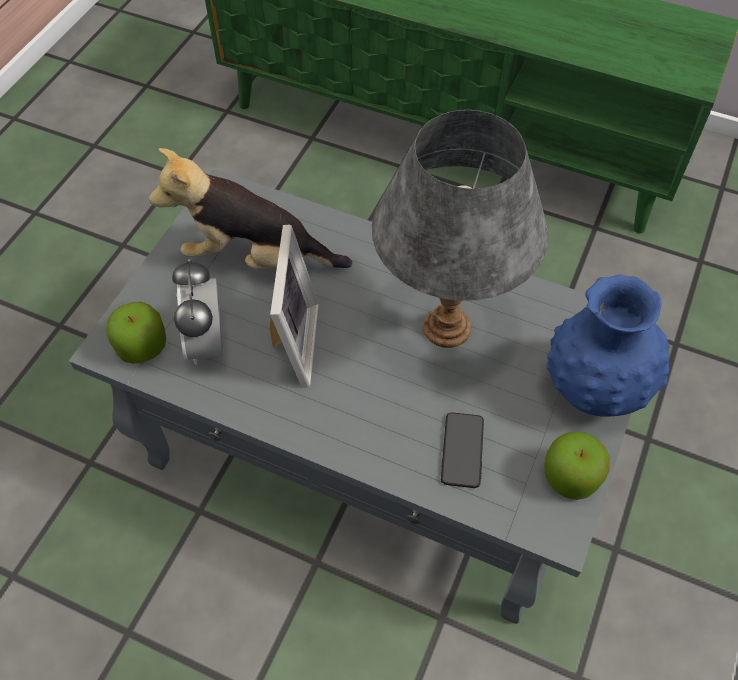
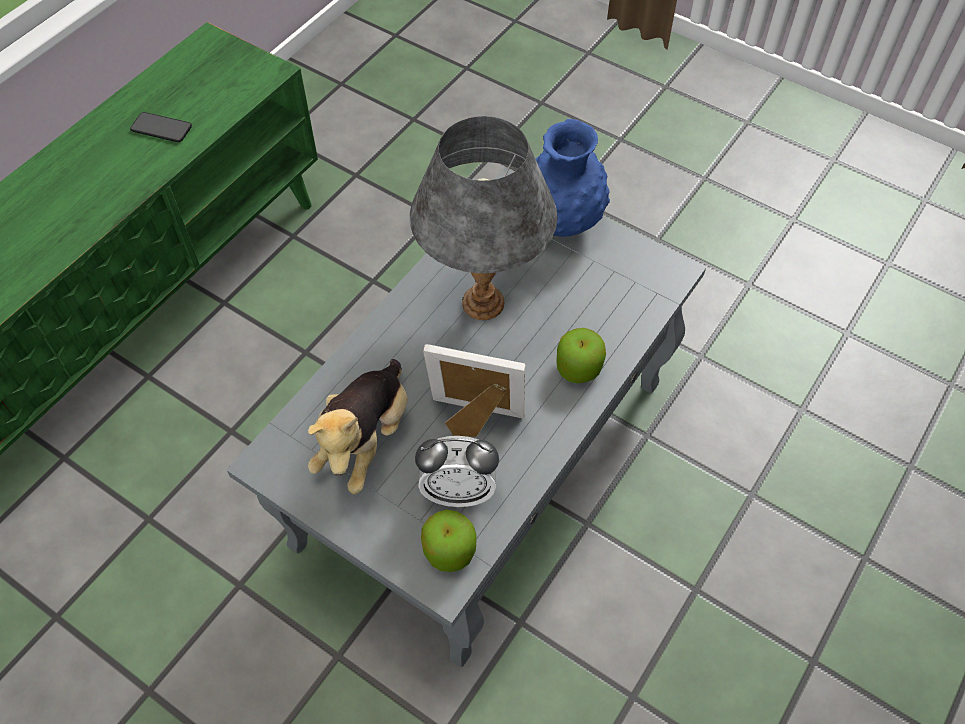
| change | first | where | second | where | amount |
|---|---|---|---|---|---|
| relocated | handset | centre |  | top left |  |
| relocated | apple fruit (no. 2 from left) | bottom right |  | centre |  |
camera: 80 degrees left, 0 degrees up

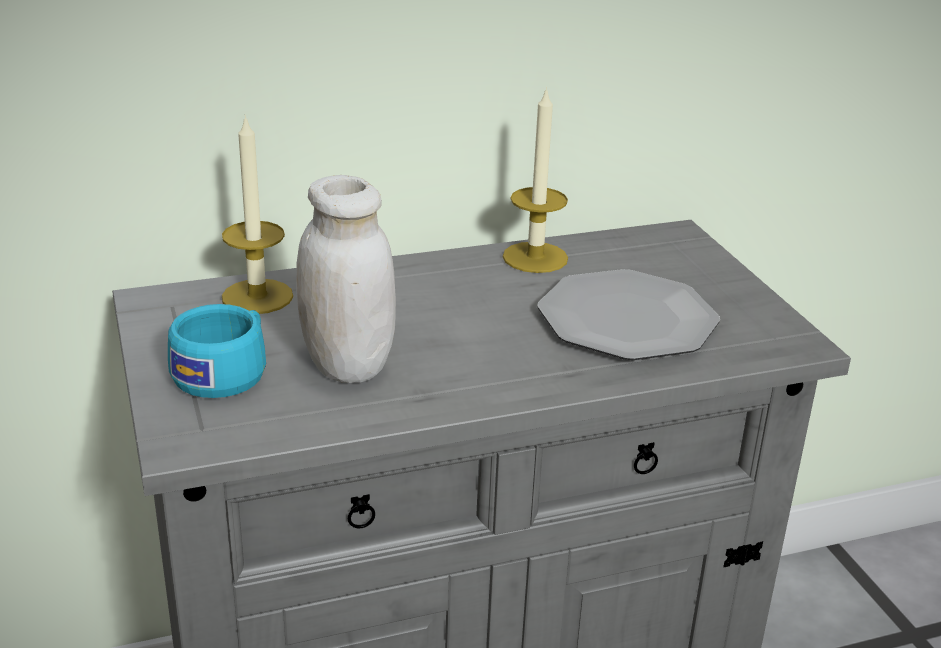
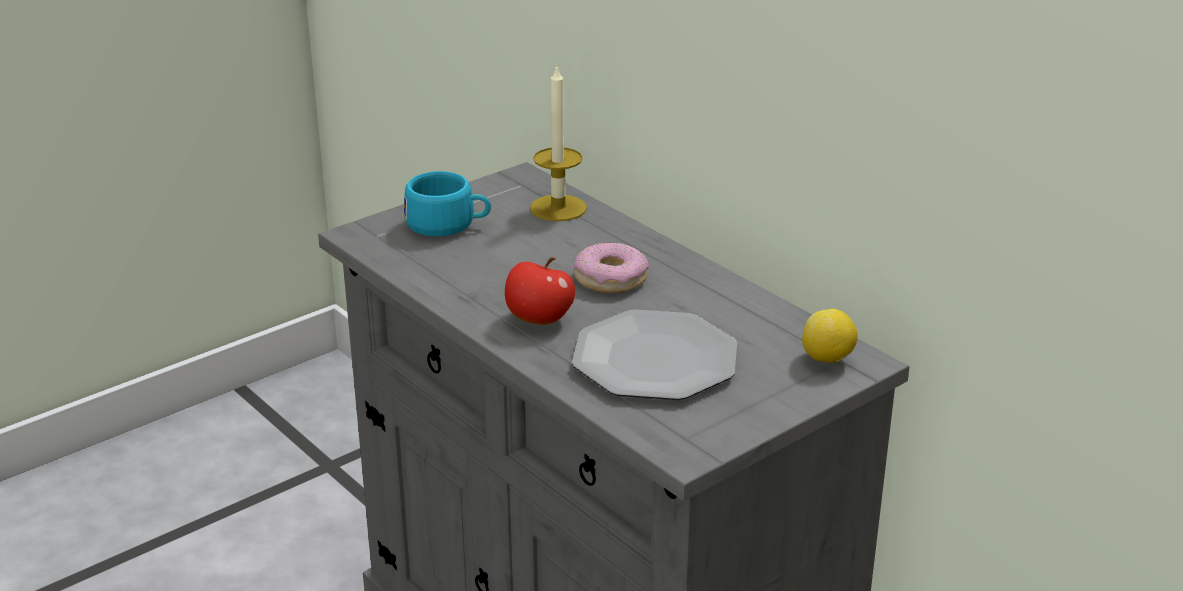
| change | first | where | second | where | amount |
|---|---|---|---|---|---|
| appeared |  |  | apple fruit | centre |  |
| appeared |  |  | doughnut | centre |  |
| appeared |  |  | lemon | middle right |  |
| missing | white storage jar | centre |  |  |  |
| missing | wax light (no. 2 from left) | top centre |  |  |  |
camera: 70 degrees right, 0 degrees up

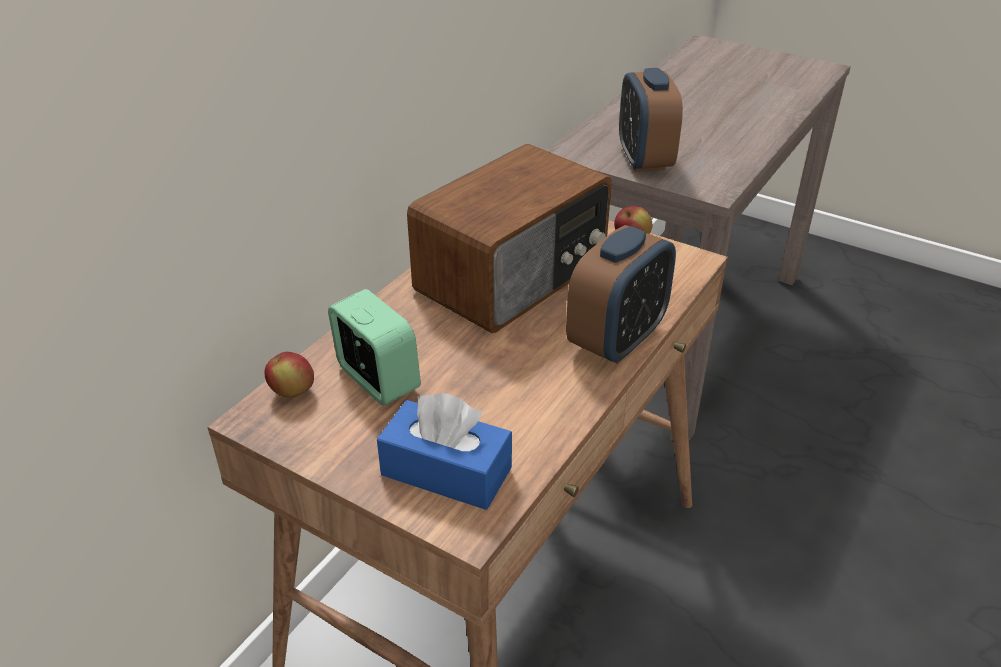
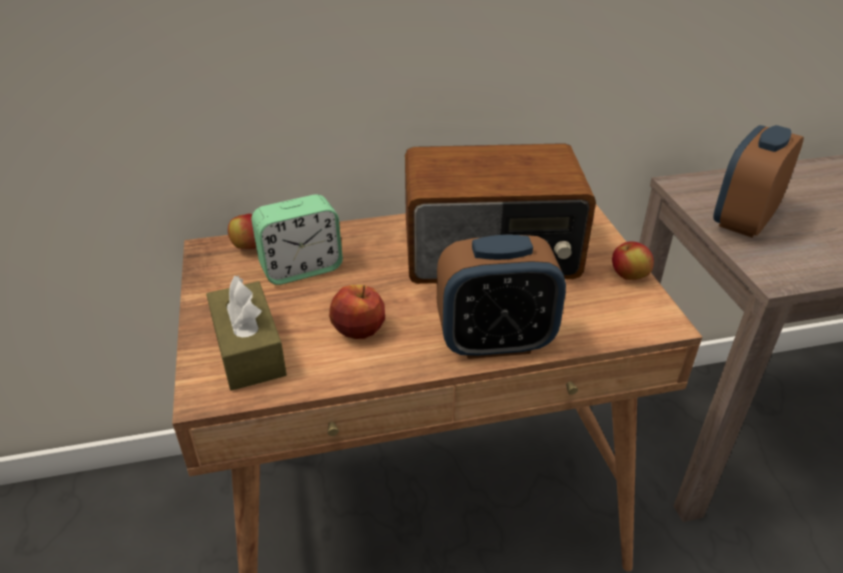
| change | first | where | second | where | amount |
|---|---|---|---|---|---|
| colour | blue-coloured tissue box | bottom centre | brownish tissue box | middle left |  |
| spun | table clock (no. 1 from left) | centre |  | centre | 60 degrees clockwise |
| appeared |  |  | apple fruit (no. 2 from left) | centre |  |
camera: 45 degrees right, 0 degrees up

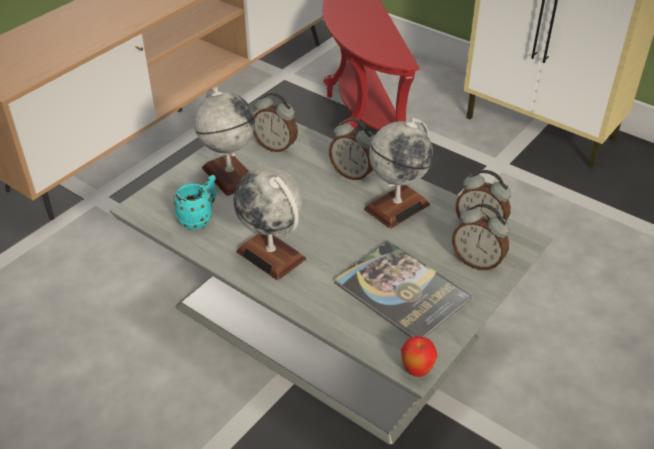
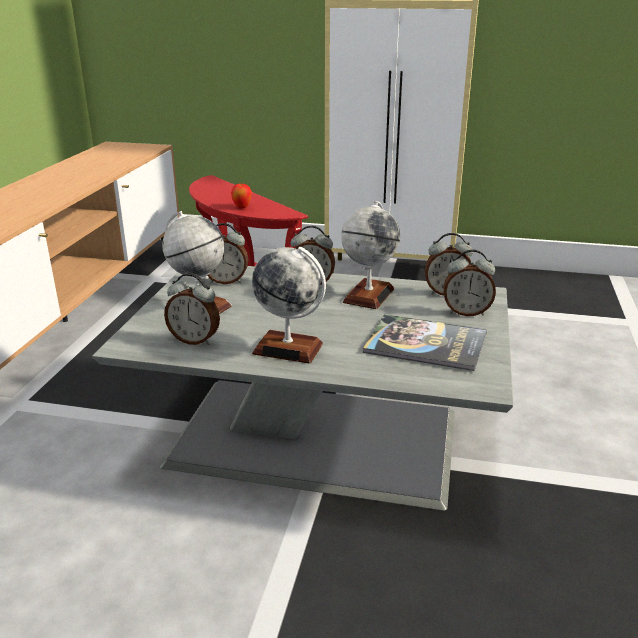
| change | first | where | second | where | amount |
|---|---|---|---|---|---|
| exchanged | turquoise tea mug | middle left | table clock (no. 1 from left) | middle left |  |
| relocated | apple fruit | bottom centre |  | top centre |  |
camera: 25 degrees left, 15 degrees down

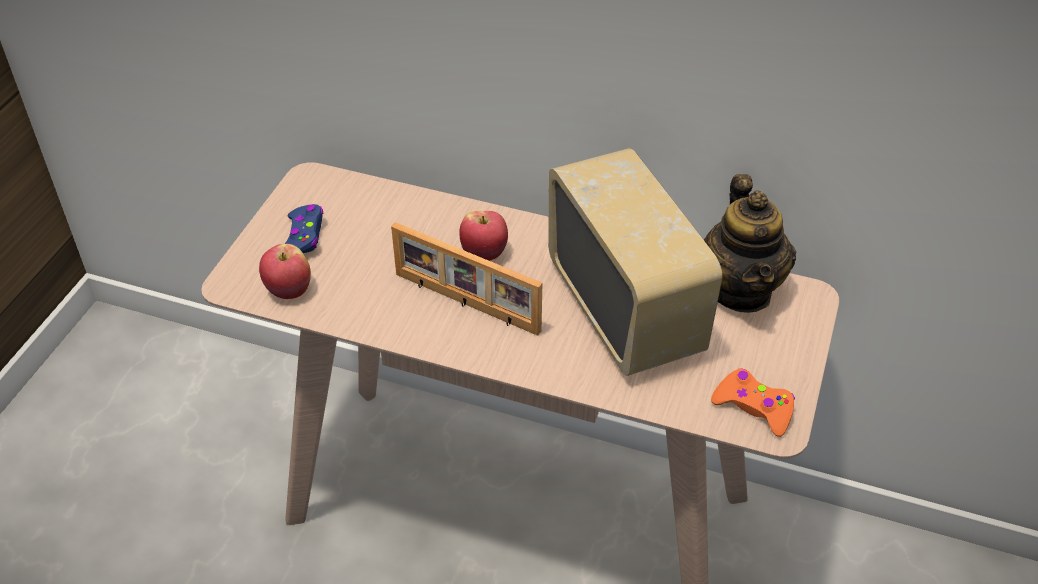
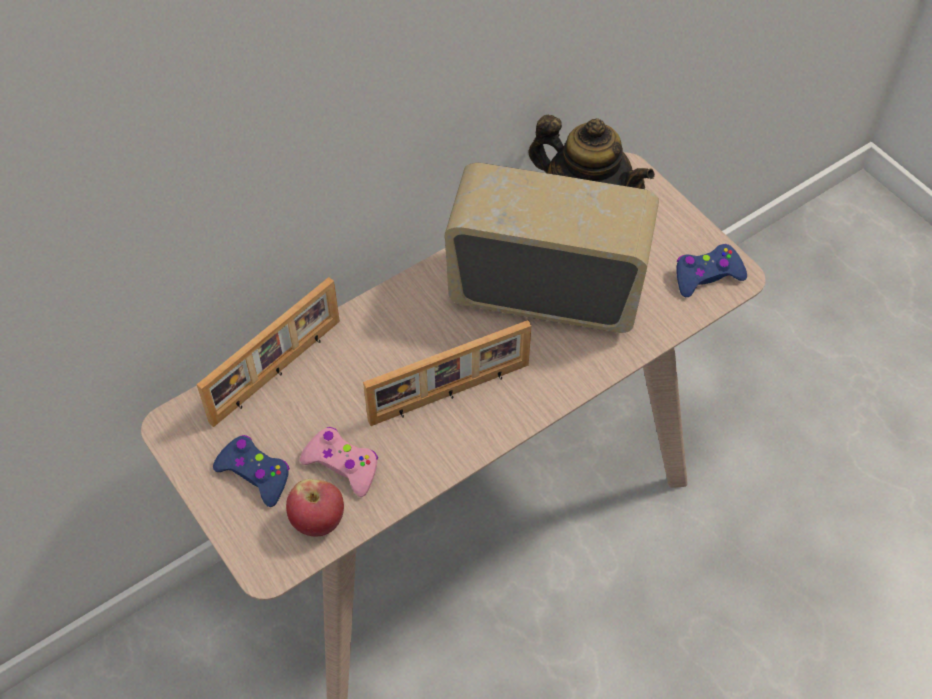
| change | first | where | second | where | amount |
|---|---|---|---|---|---|
| appeared |  |  | picture frame (no. 1 from left) | middle left |  |
| appeared |  |  | pink joypad | centre |  |
| colour | orange joypad | bottom right | blue-coloured joypad (no. 2 from left) | middle right |  |
| missing | apple fruit (no. 2 from left) | centre |  |  |  |
camera: 55 degrees left, 10 degrees up

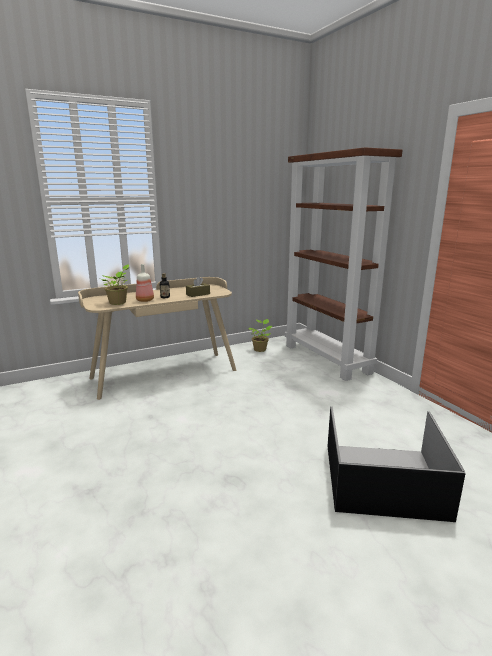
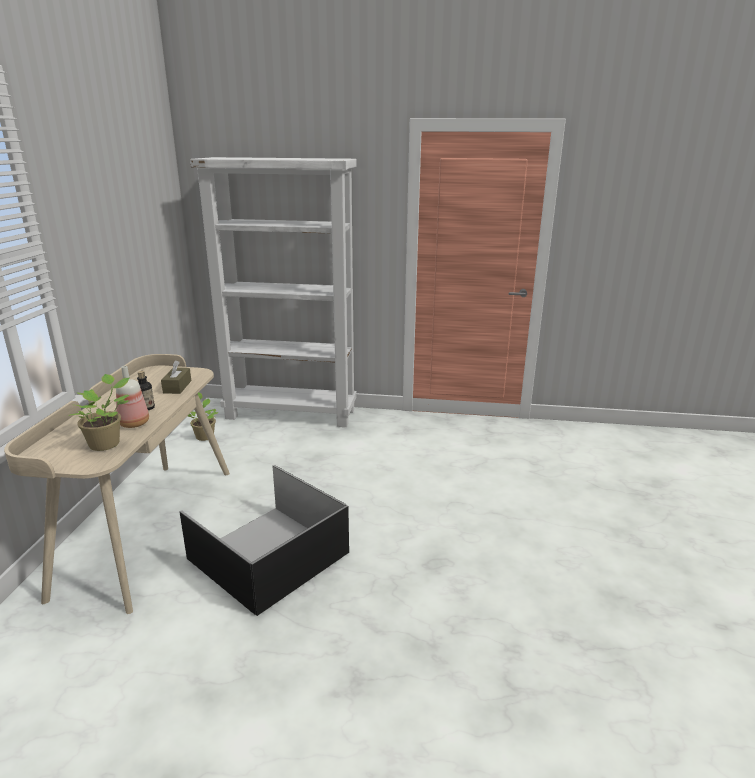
| change | first | where | second | where | amount |
|---|---|---|---|---|---|
| relocated | black-coloured storage box | bottom right |  | bottom centre |  |
| colour | brownish shelving unit | middle right | white shelving unit | centre |  |
camera: 55 degrees left, 5 degrees up

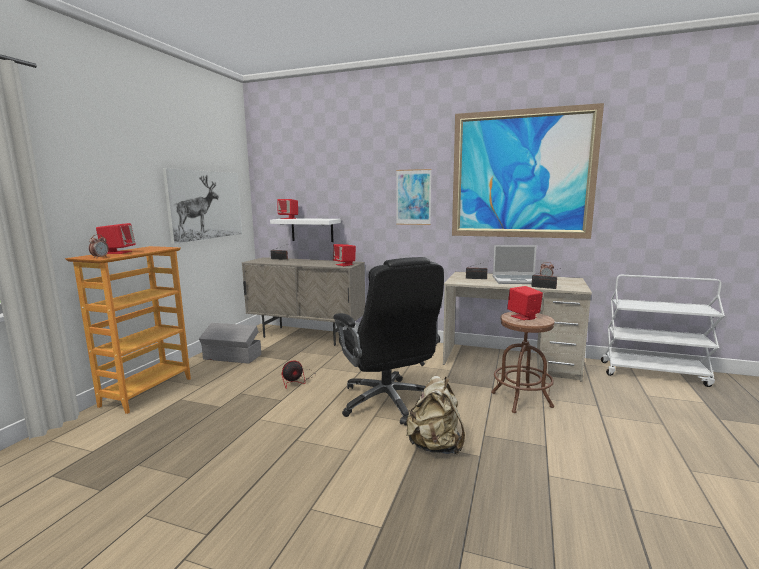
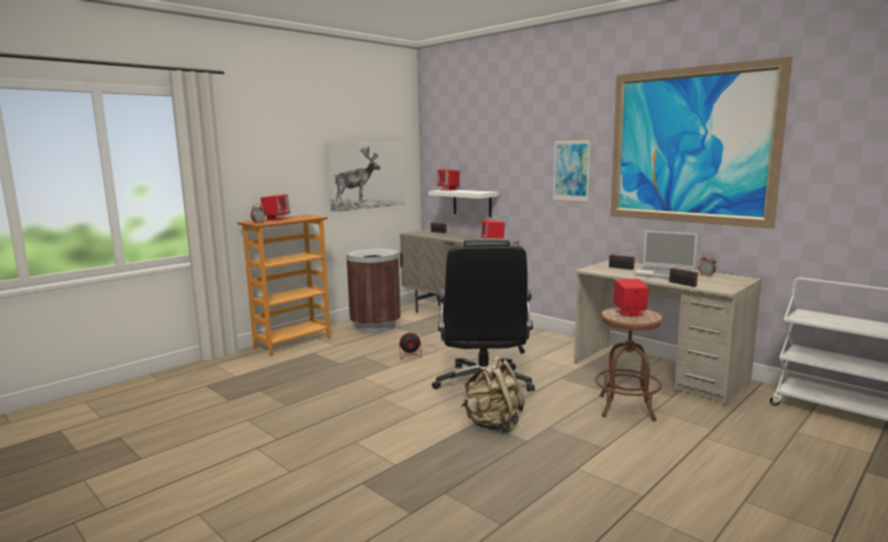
| change | first | where | second | where | amount |
|---|---|---|---|---|---|
| exchanged | gray storage box | middle left | brownish rubbish bin | centre |  |
camera: 25 degrees right, 0 degrees up

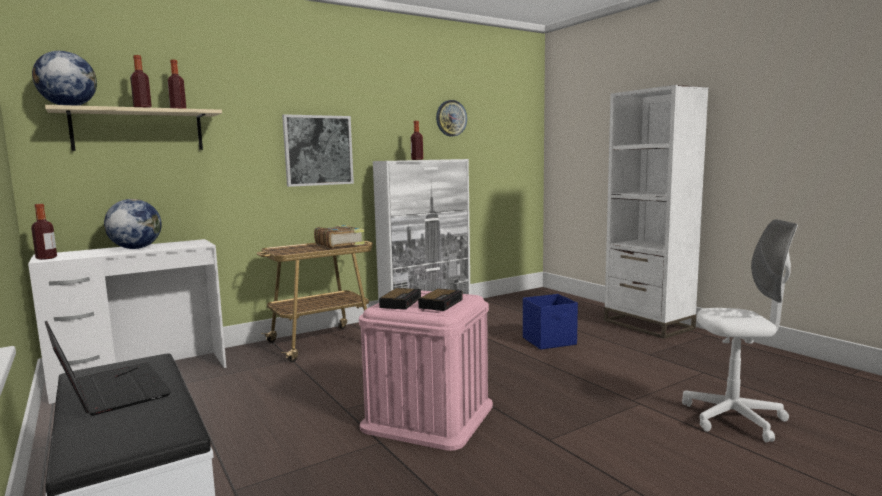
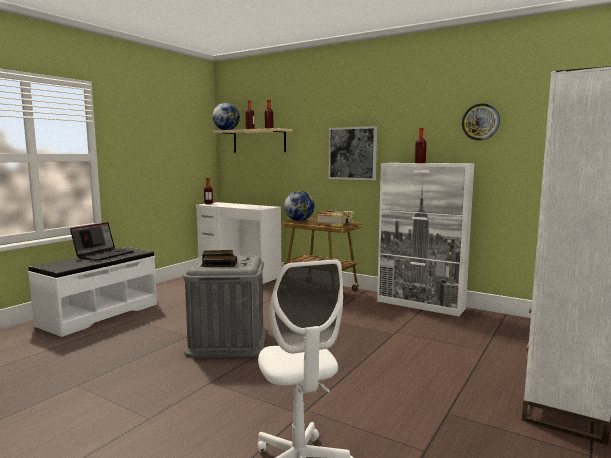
| change | first | where | second | where | amount |
|---|---|---|---|---|---|
| colour | pink storage box | bottom centre | gray storage box | bottom centre |  |
| relocated | globe (no. 2 from left) | middle left |  | centre |  |
| missing | blue-coloured storage box | centre |  |  |  |
camera: 65 degrees right, 0 degrees up

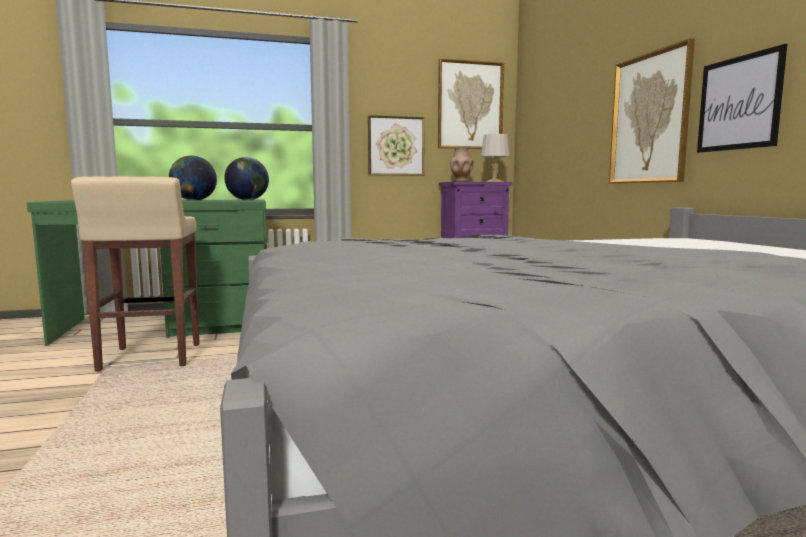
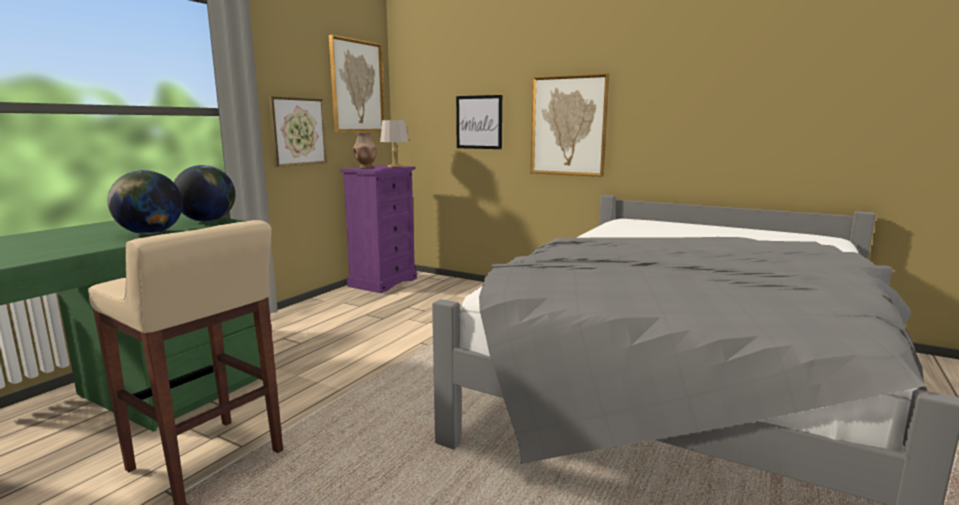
| change | first | where | second | where | amount |
|---|---|---|---|---|---|
| relocated | picture (no. 4 from left in the first image) | top right | picture (no. 3 from left) | top centre |  |
camera: 45 degrees left, 5 degrees up

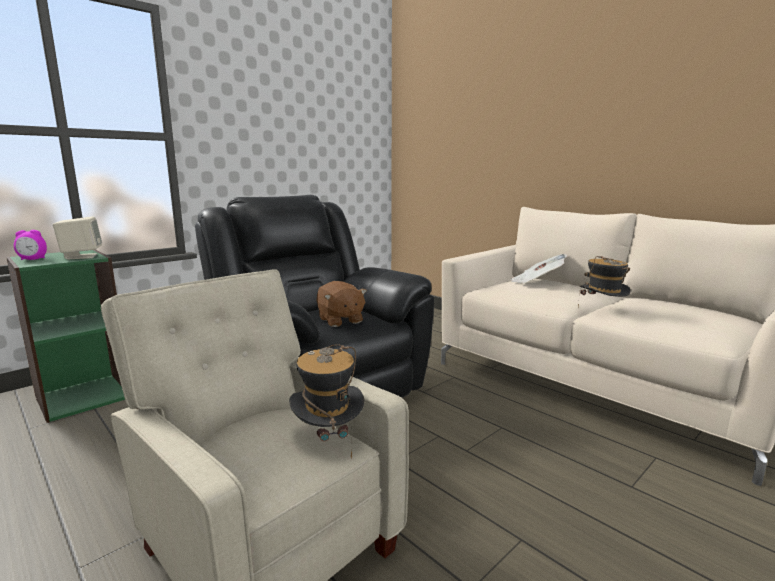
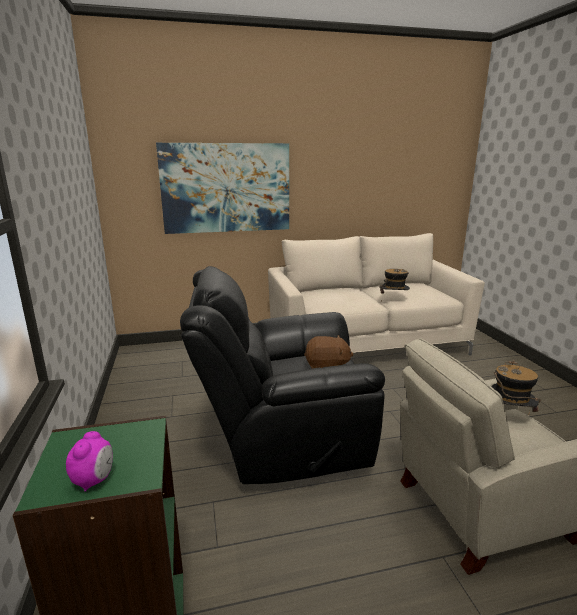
| change | first | where | second | where | amount |
|---|---|---|---|---|---|
| appeared |  |  | picture | top centre |  |
| missing | sand-coloured loudspeaker | middle left |  |  |  |
| missing | newspaper | middle right |  |  |  |
camera: 60 degrees left, 5 degrees up

